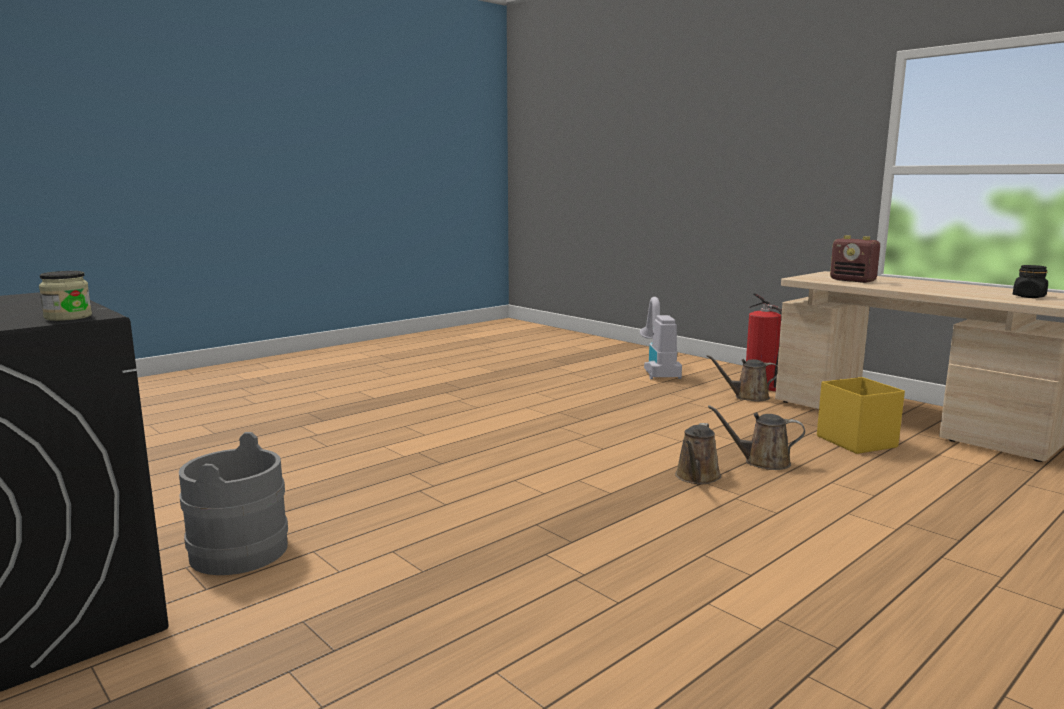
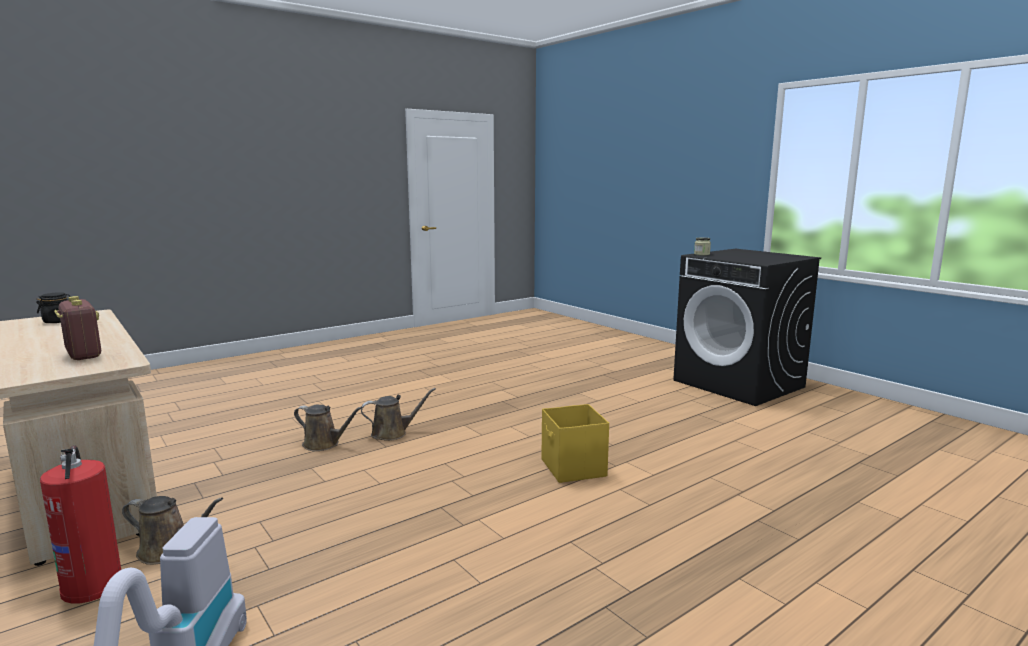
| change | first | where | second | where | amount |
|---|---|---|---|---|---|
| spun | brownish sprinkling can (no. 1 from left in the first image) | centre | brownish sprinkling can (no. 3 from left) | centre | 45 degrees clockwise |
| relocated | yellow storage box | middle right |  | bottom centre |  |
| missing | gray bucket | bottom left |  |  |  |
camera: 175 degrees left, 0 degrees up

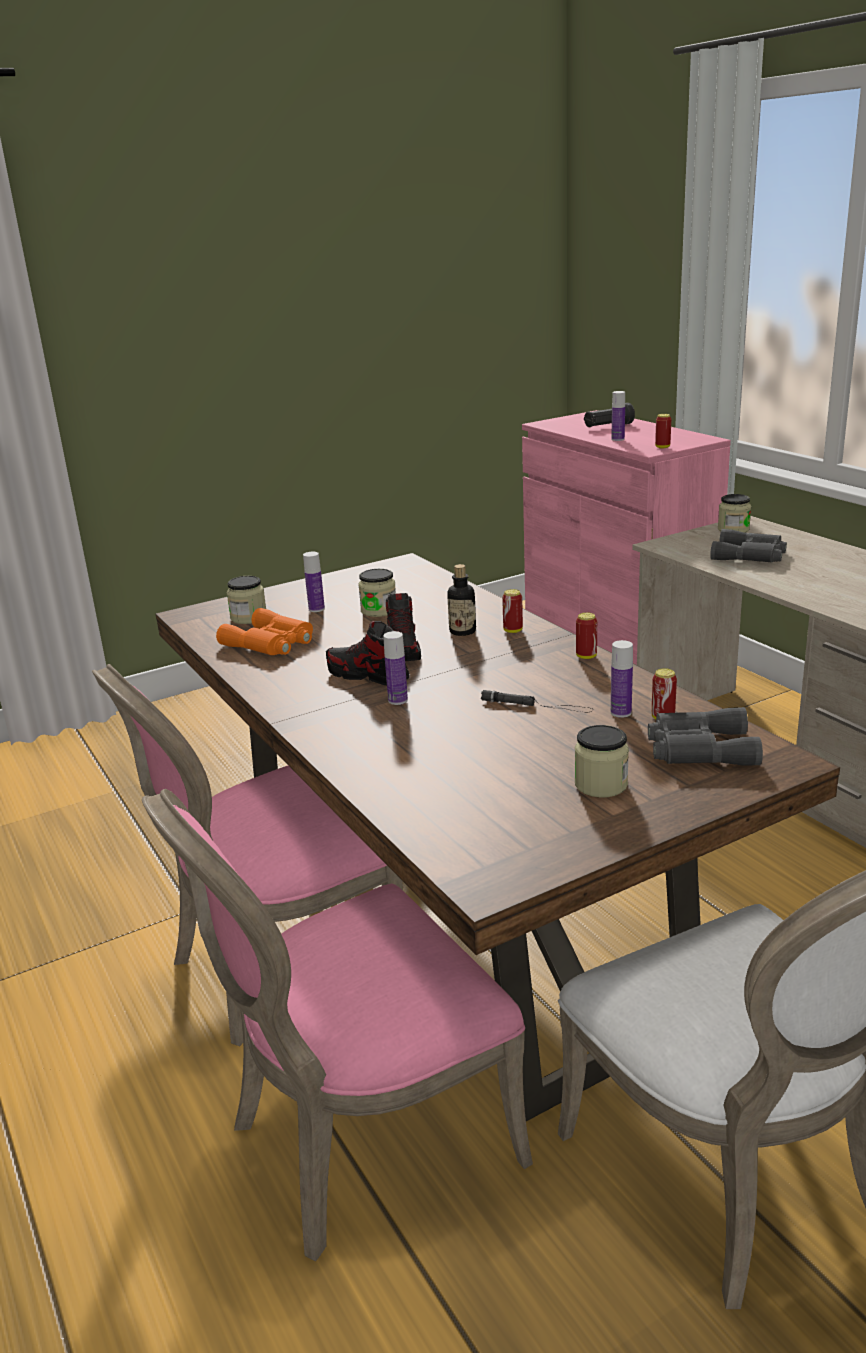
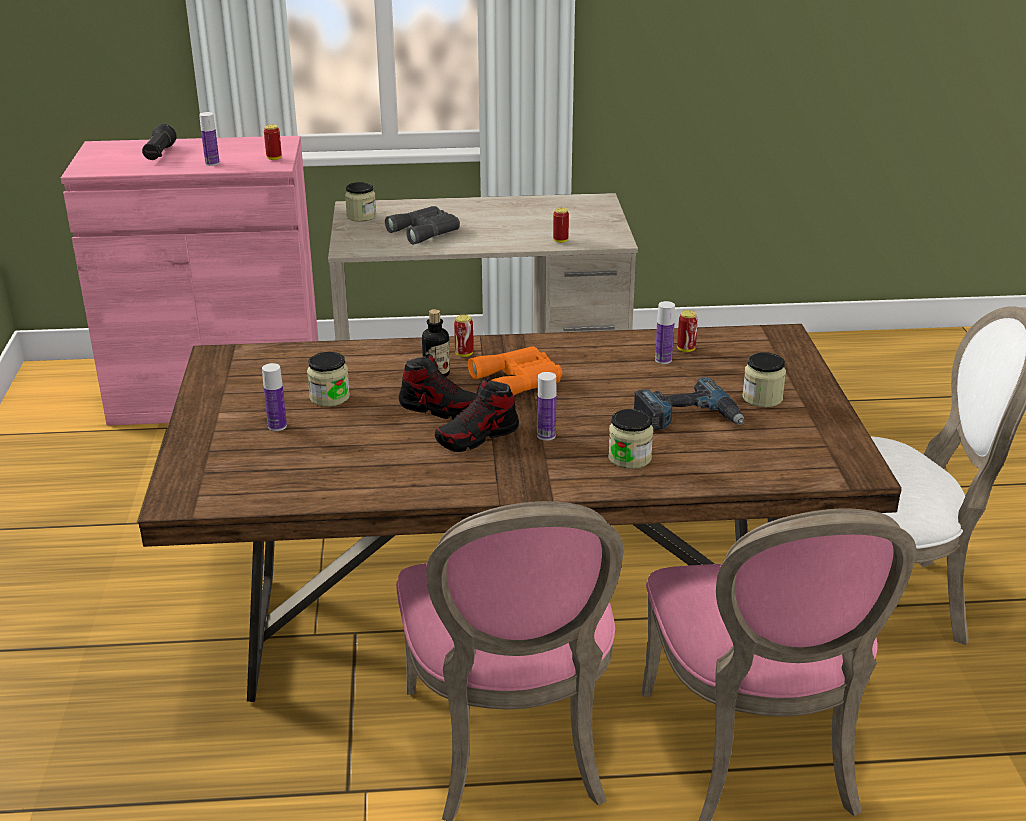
| change | first | where | second | where | amount |
|---|---|---|---|---|---|
| relocated | orange pair of binoculars | middle left |  | centre |  |
| relocated | sealed can (no. 2 from left in the first image) | middle right | sealed can (no. 3 from left) | top centre |  |
| relocated | storage jar (no. 1 from left in the first image) | middle left | storage jar (no. 3 from left) | centre |  |
| appeared |  |  | drill | middle right |  |
| missing | black-coloured flashlight (no. 1 from left) | centre |  |  |  |
| missing | gray pair of binoculars (no. 1 from left) | middle right |  |  |  |
camera: 65 degrees left, 5 degrees up

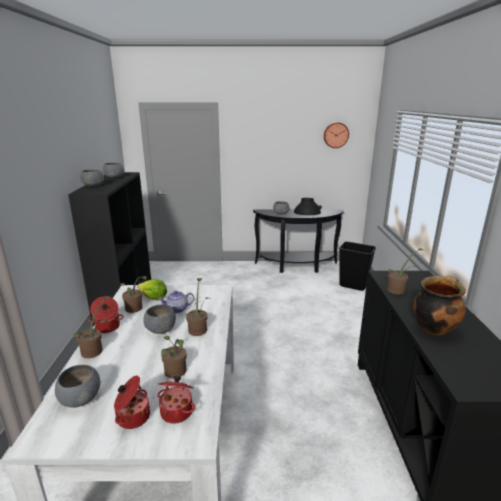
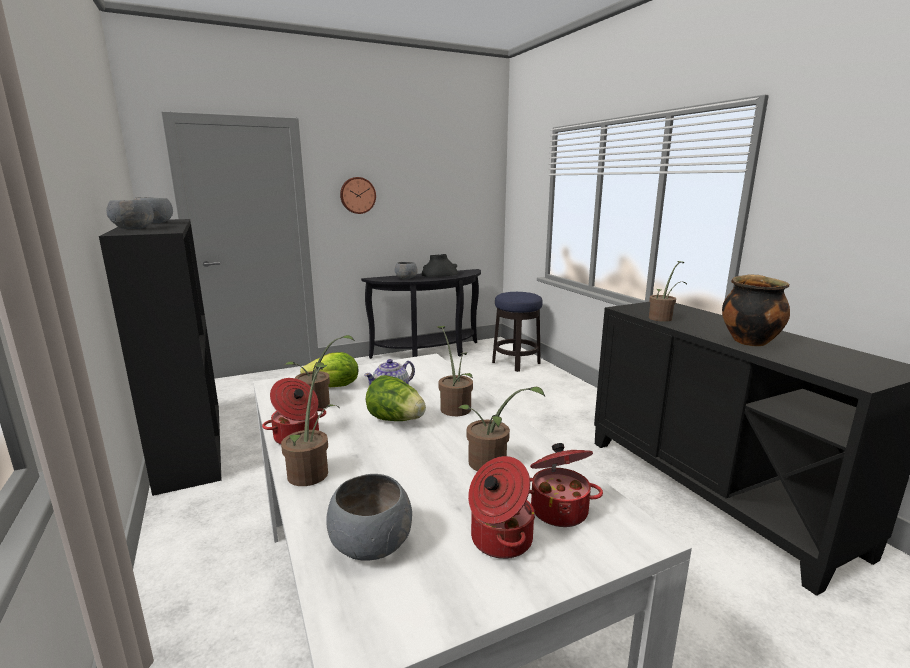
| change | first | where | second | where | amount |
|---|---|---|---|---|---|
| relocated | wall clock | top right |  | top centre |  |
| exchanged | gray serving bowl (no. 4 from left) | middle left | head of lettuce (no. 2 from left) | centre |  |
| exchanged | black-coloured rubbish bin | middle right | stool | centre |  |
camera: 25 degrees left, 5 degrees down

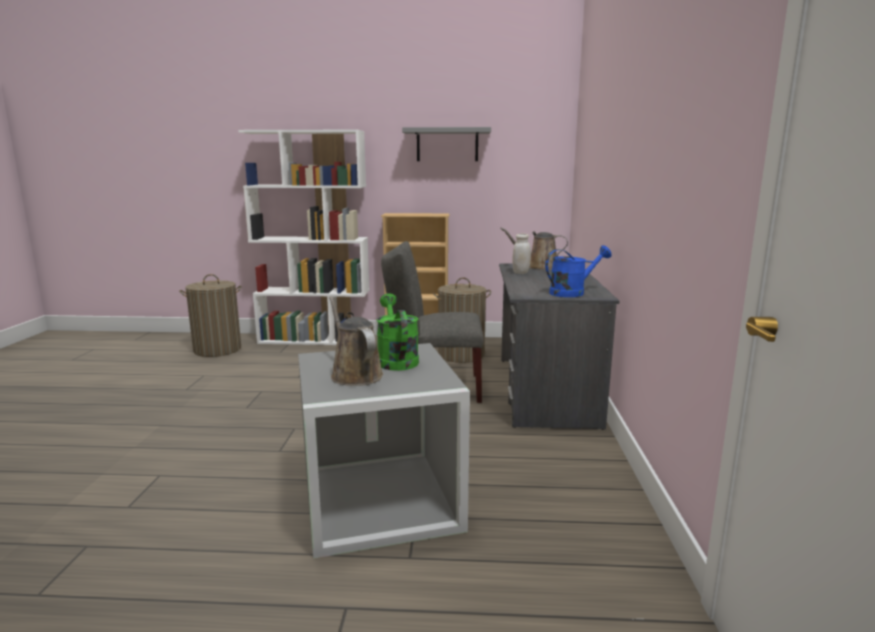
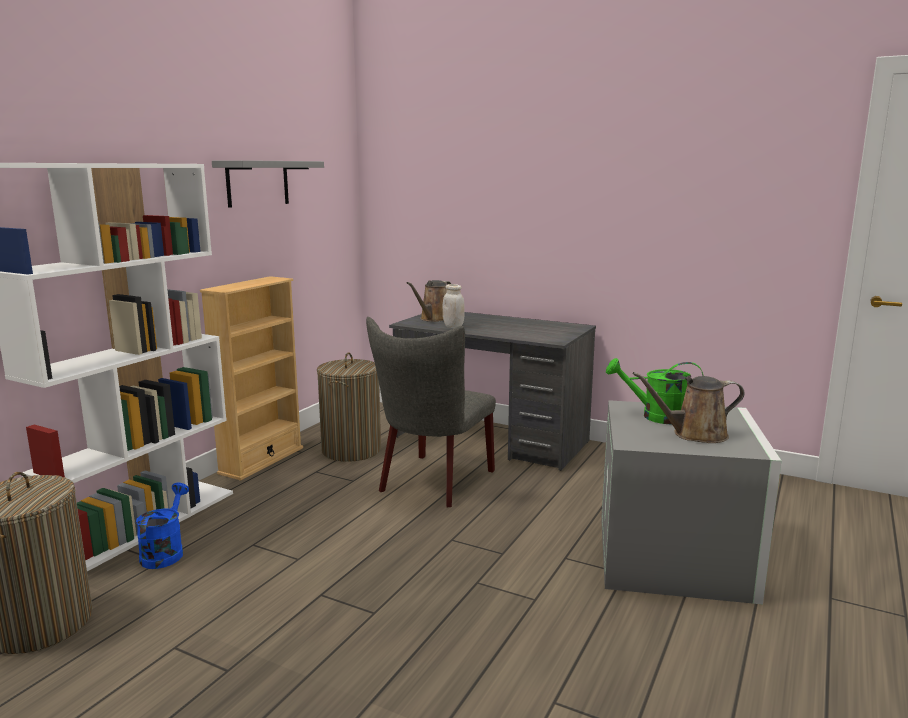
| change | first | where | second | where | amount |
|---|---|---|---|---|---|
| relocated | blue-coloured sprinkling can | centre |  | bottom left |  |
camera: 65 degrees left, 0 degrees up

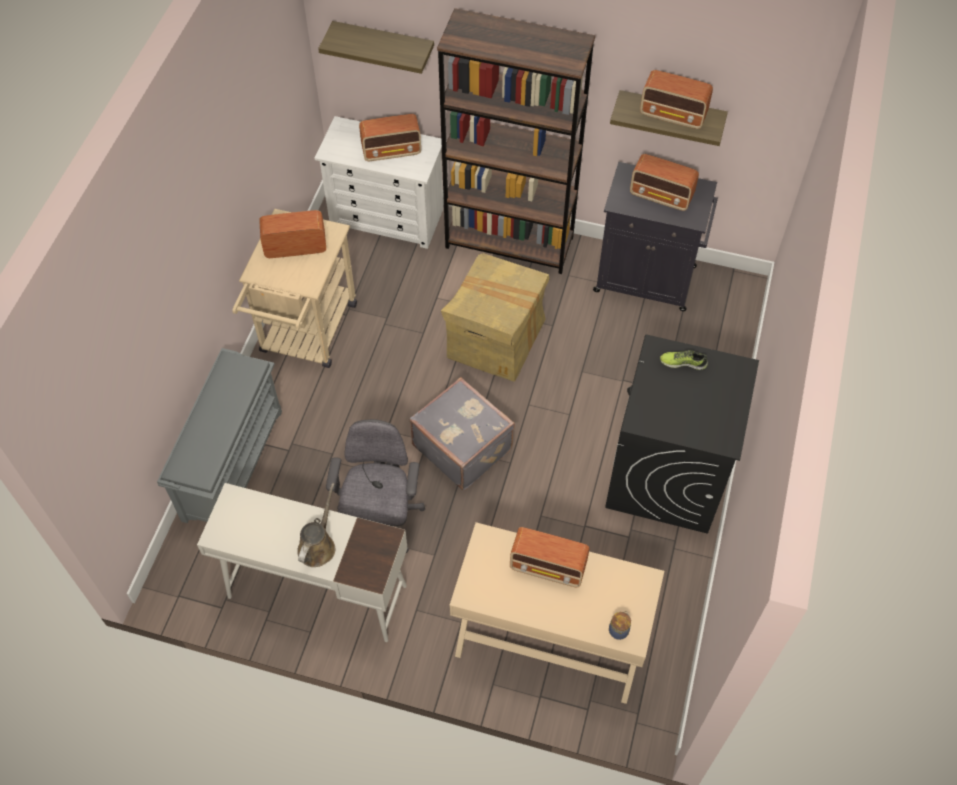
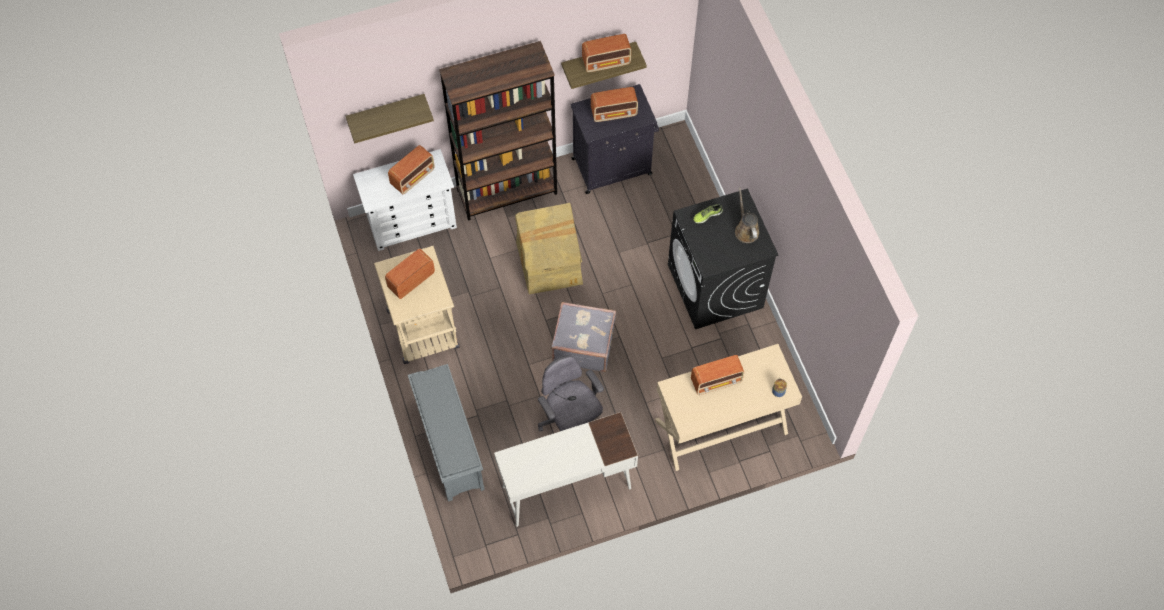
| change | first | where | second | where | amount |
|---|---|---|---|---|---|
| relocated | brownish sprinkling can | bottom left |  | centre |  |
camera: 35 degrees left, 5 degrees up

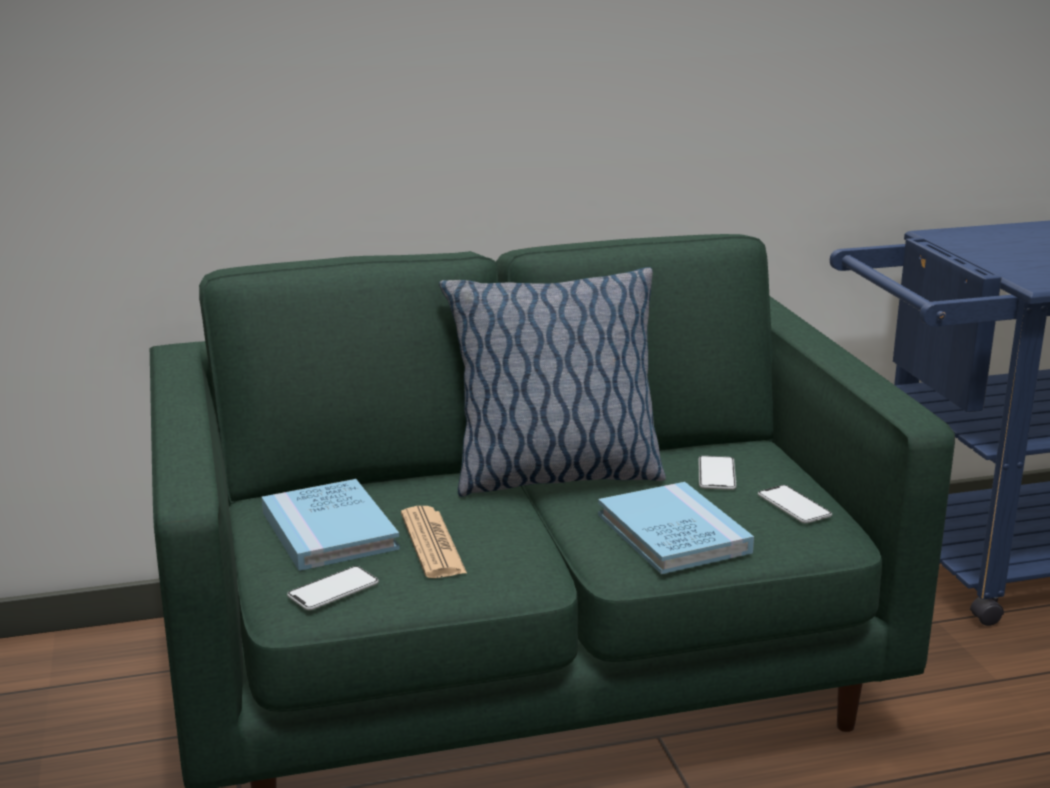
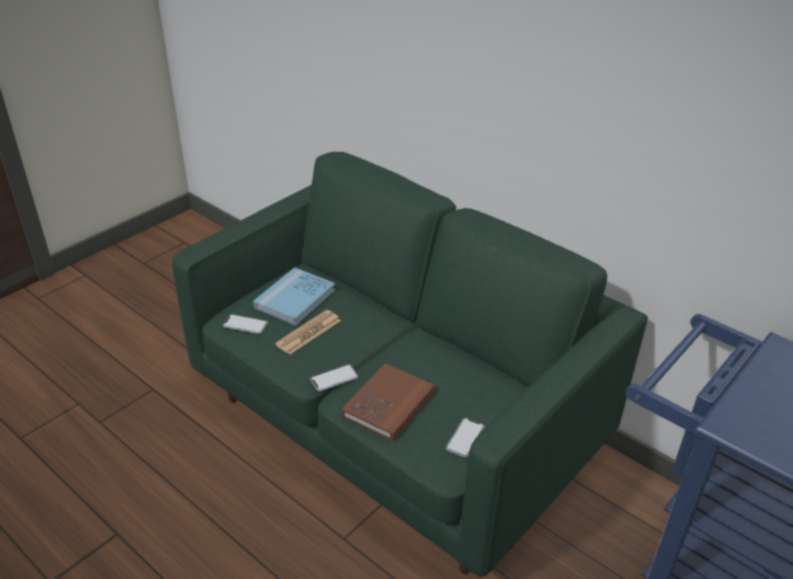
| change | first | where | second | where | amount |
|---|---|---|---|---|---|
| relocated | handset (no. 2 from left) | middle right |  | centre |  |
| colour | blue-coloured bound book (no. 2 from left) | bottom centre | brownish bound book | bottom centre |  |
| missing | pillow | centre |  |  |  |
camera: 55 degrees right, 15 degrees up

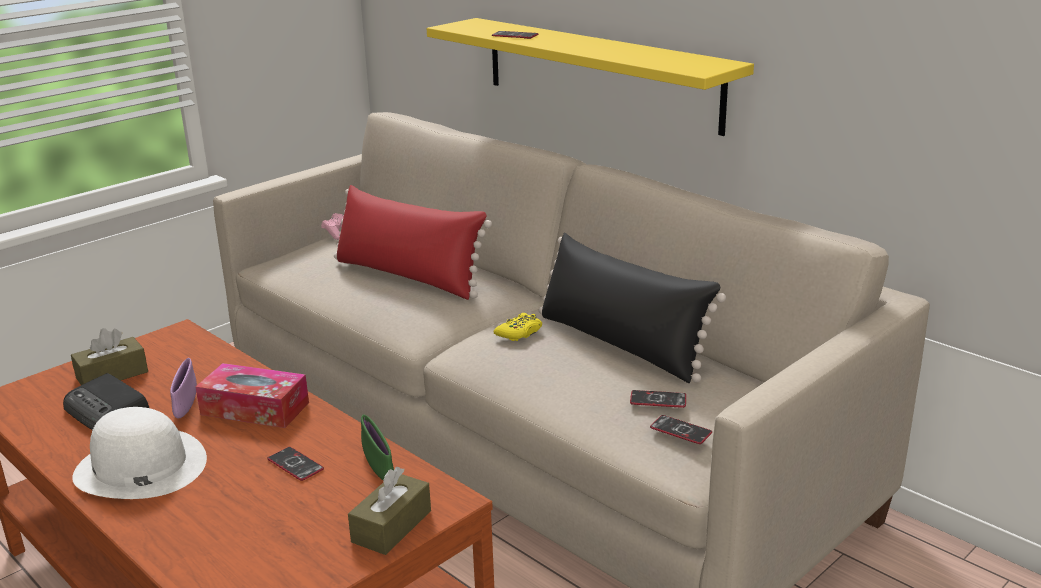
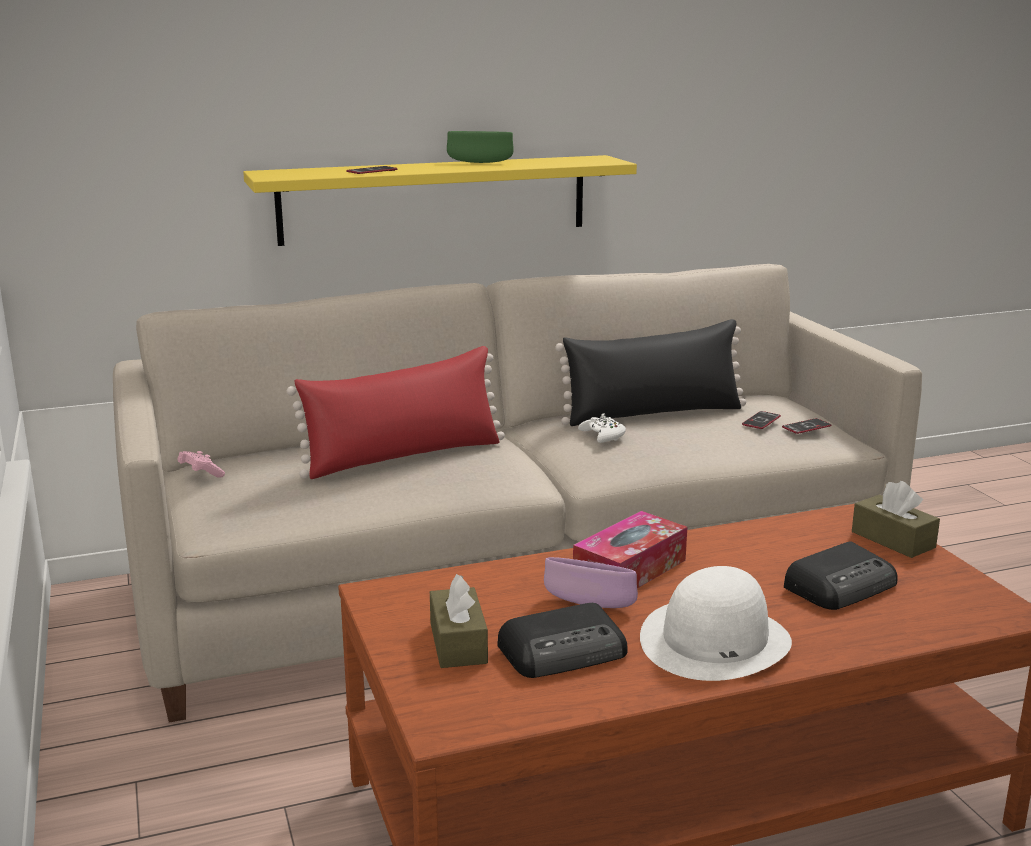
| change | first | where | second | where | amount |
|---|---|---|---|---|---|
| relocated | green serving bowl | bottom centre |  | top centre |  |
| colour | yellow joypad | centre | white joypad | centre |  |
| appeared |  |  | radio (no. 2 from left) | bottom right |  |
| missing | handset (no. 1 from left) | bottom left |  |  |  |
camera: 65 degrees left, 5 degrees down

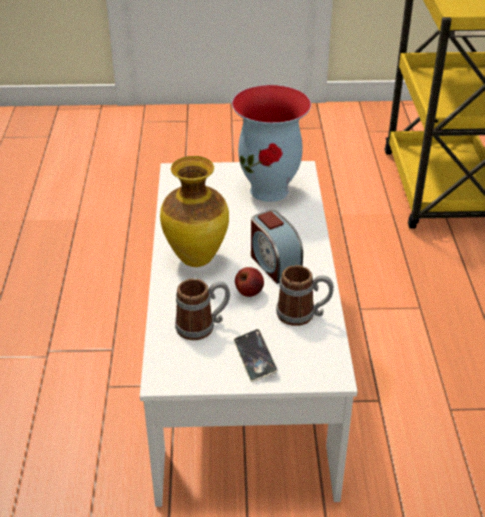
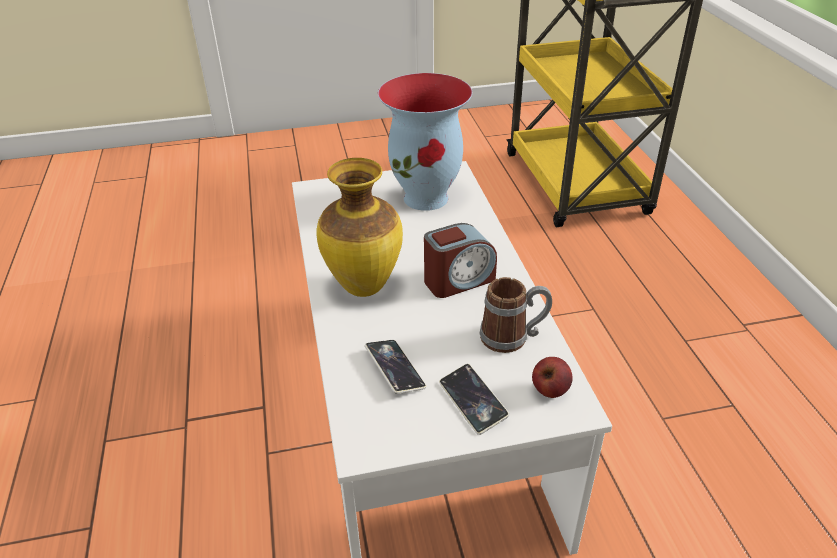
| change | first | where | second | where | amount |
|---|---|---|---|---|---|
| exchanged | tea mug (no. 1 from left) | centre | handset (no. 1 from left) | centre |  |
| spun | table clock | centre |  | centre | 75 degrees counterclockwise |
| relocated | apple fruit | centre |  | bottom centre |  |
camera: 10 degrees left, 0 degrees up

